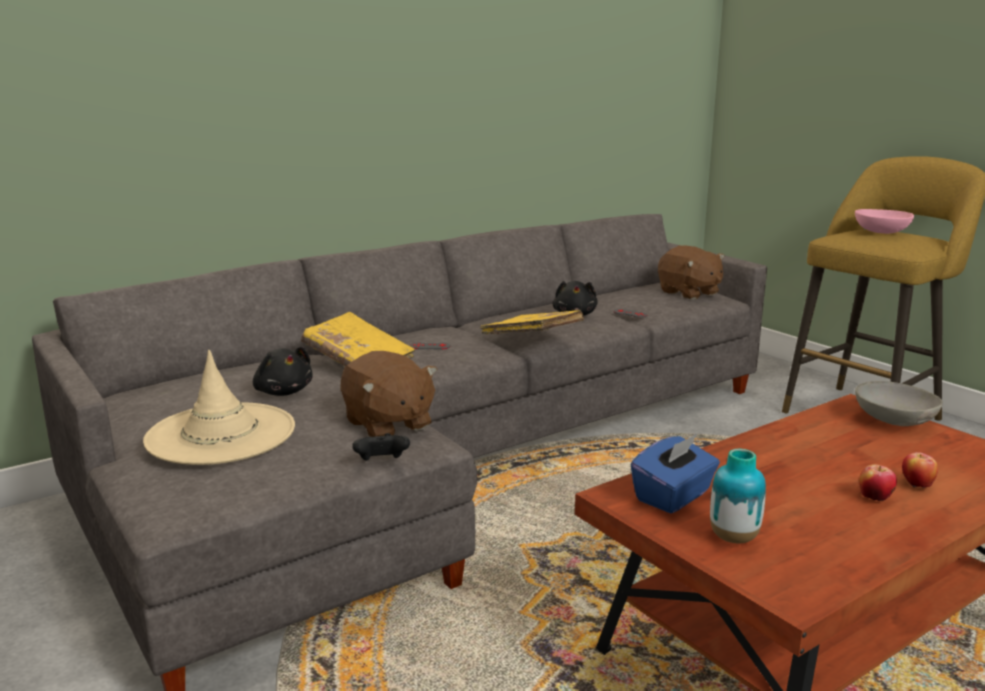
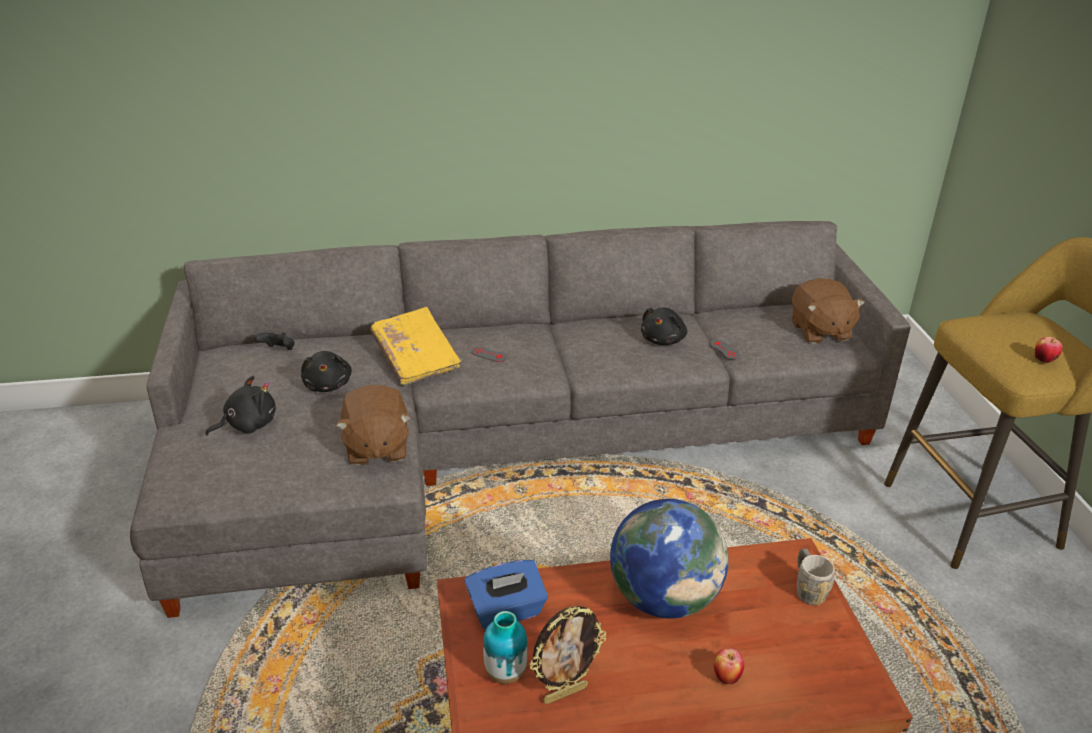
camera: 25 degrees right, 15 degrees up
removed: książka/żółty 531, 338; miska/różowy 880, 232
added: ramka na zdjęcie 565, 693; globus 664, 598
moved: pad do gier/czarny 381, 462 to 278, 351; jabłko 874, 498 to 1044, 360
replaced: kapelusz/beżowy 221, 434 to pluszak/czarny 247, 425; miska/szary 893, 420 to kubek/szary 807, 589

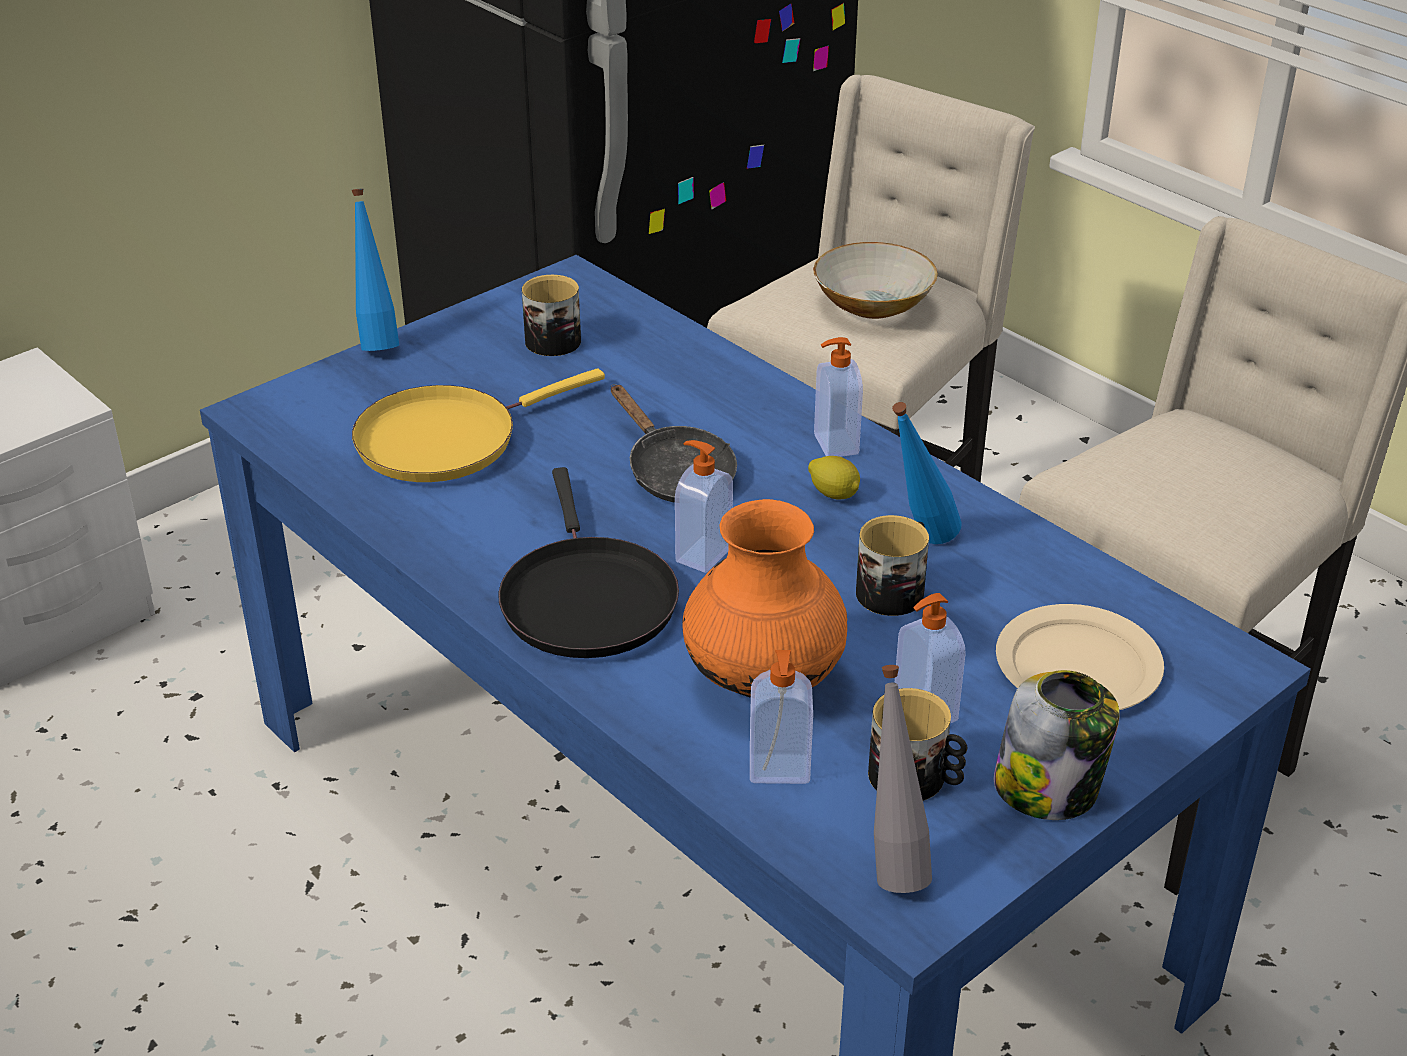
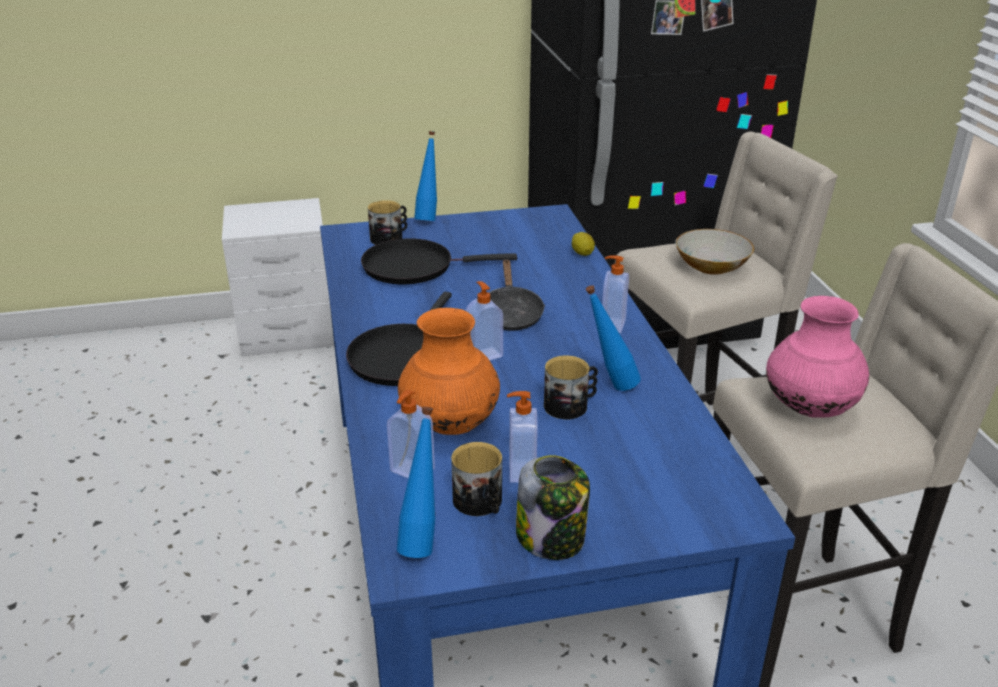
camera: 30 degrees right, 5 degrees down
removed: talerz/beżowy 1077, 666
added: wazon/różowy 809, 409
moved: kubek 556, 338 to 390, 238; cytryna 834, 494 to 582, 253
recoloured: patelnia/żółty 445, 439 to patelnia/czarny 414, 267; butelka/szary 893, 863 to butelka/niebieski 422, 540

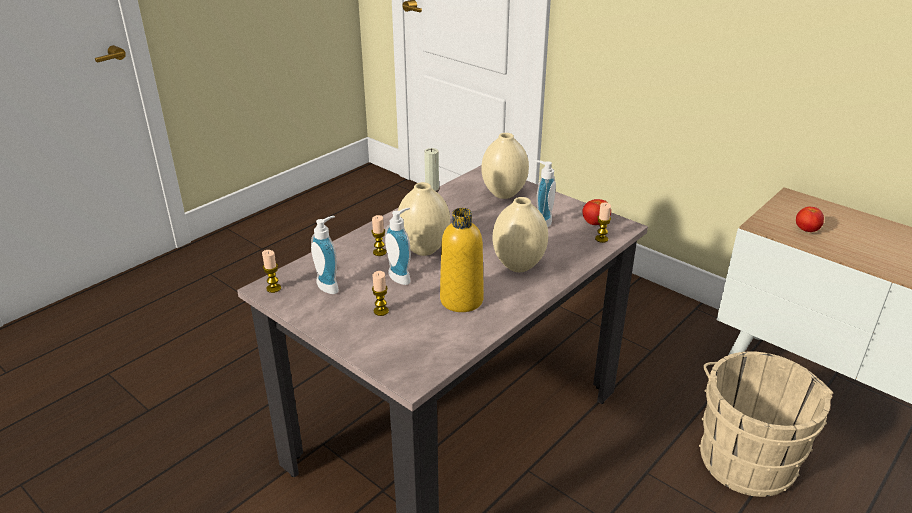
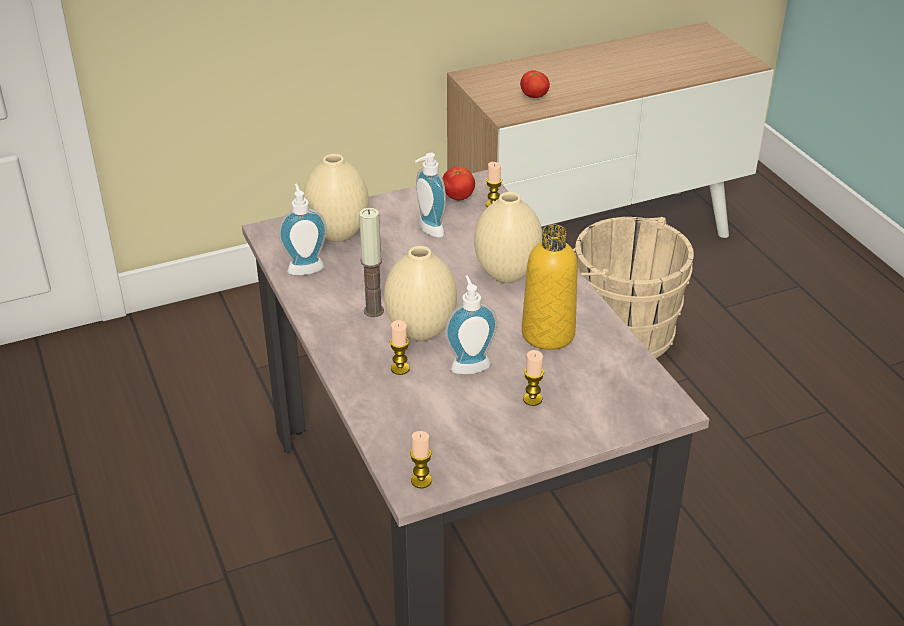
camera: 65 degrees left, 5 degrees up
moved: dozownik mydła 330, 285 to 305, 267

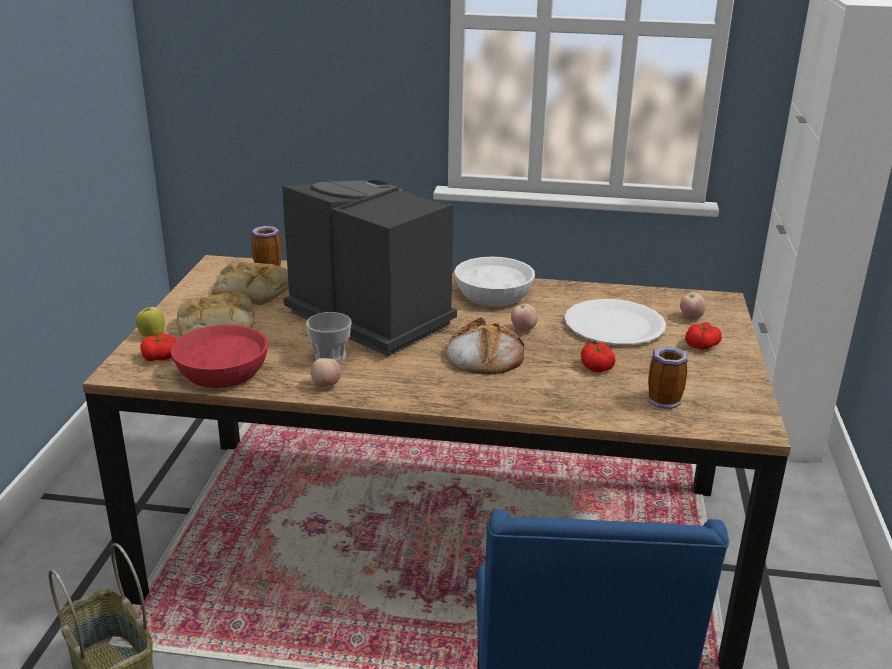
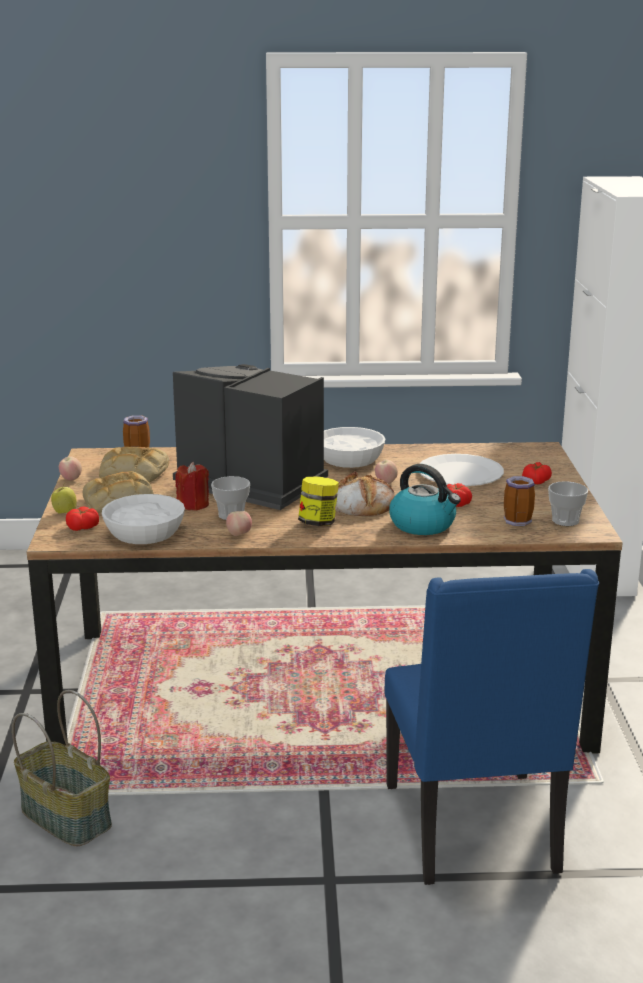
camera: 10 degrees left, 5 degrees down
added: świeca/czerwony 193, 505; słoik 318, 523; czajnik 423, 525; filiżanka 565, 520
moved: jabłko 691, 318 to 71, 479
recoloured: miska/czerwony 222, 372 to miska/biały 144, 533

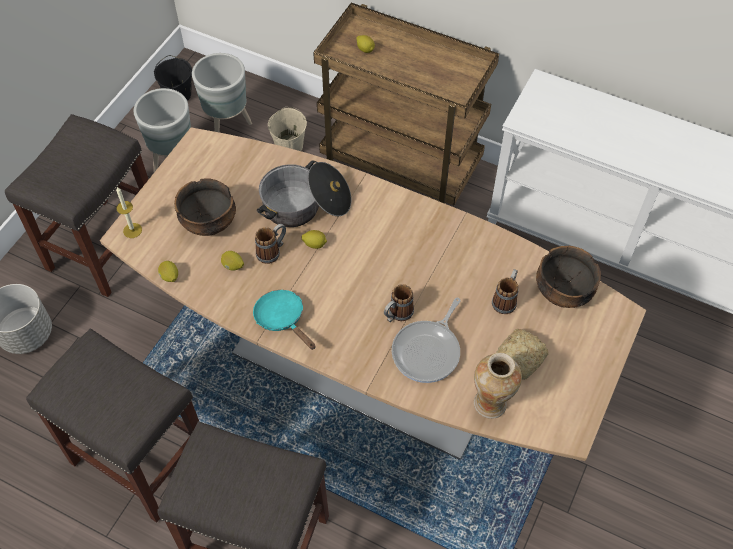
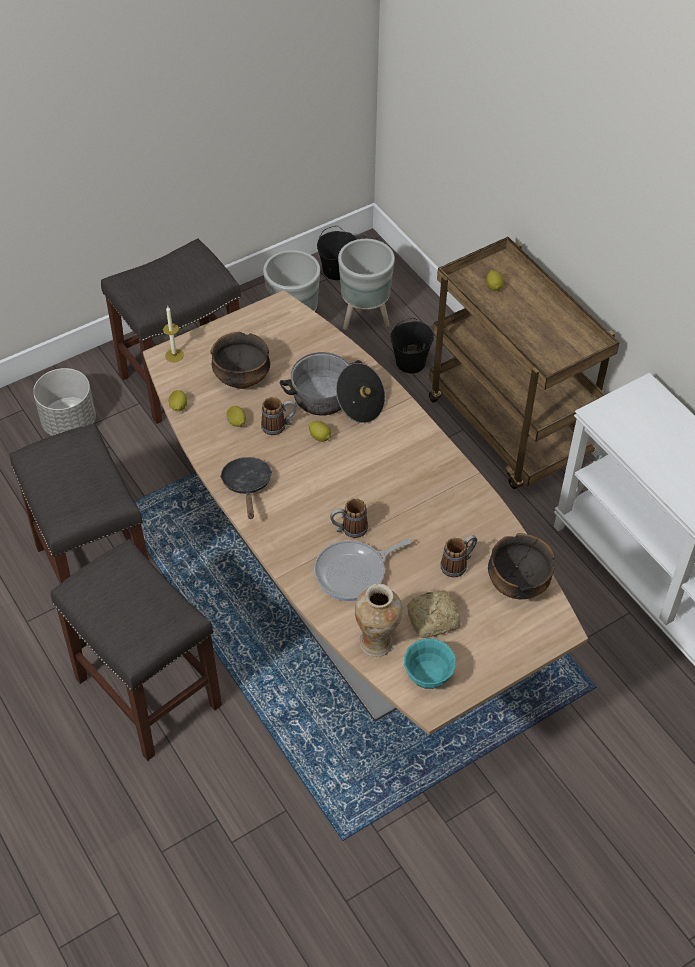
camera: 30 degrees right, 5 degrees down
added: miska/turkusowy 428, 676
recoloured: patelnia/turkusowy 282, 319 to patelnia/czarny 247, 485; wiadro/beżowy 289, 146 to wiadro/czarny 410, 362

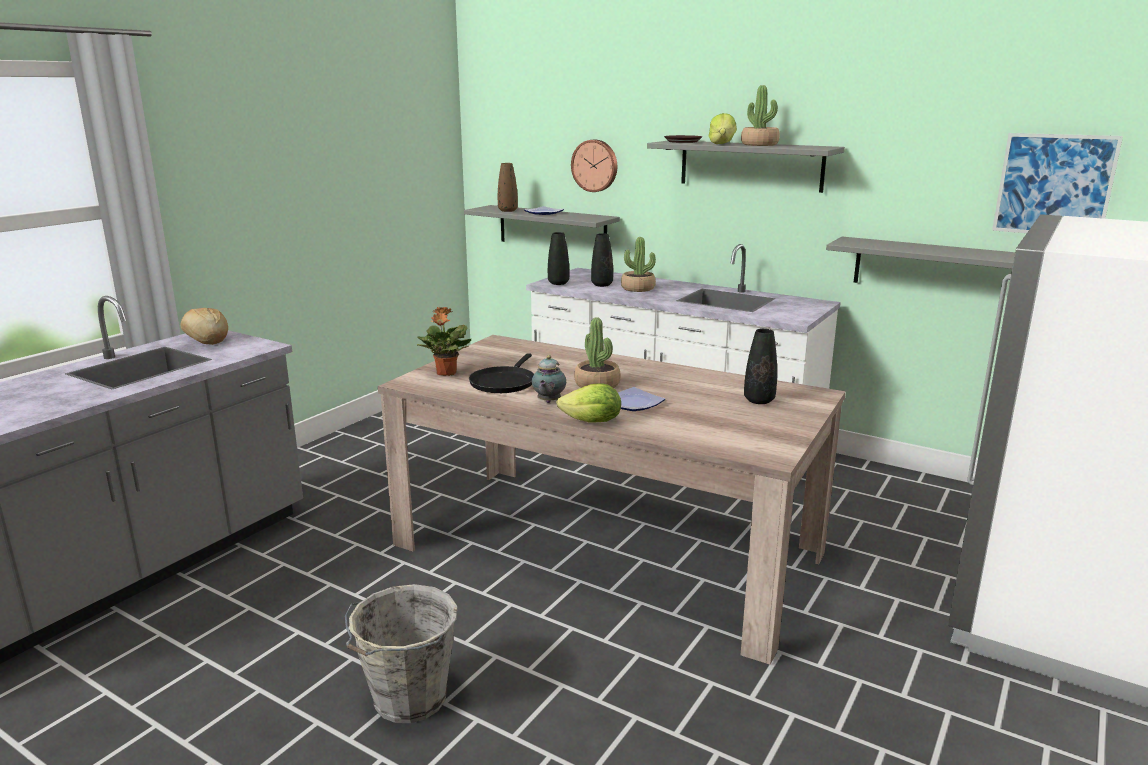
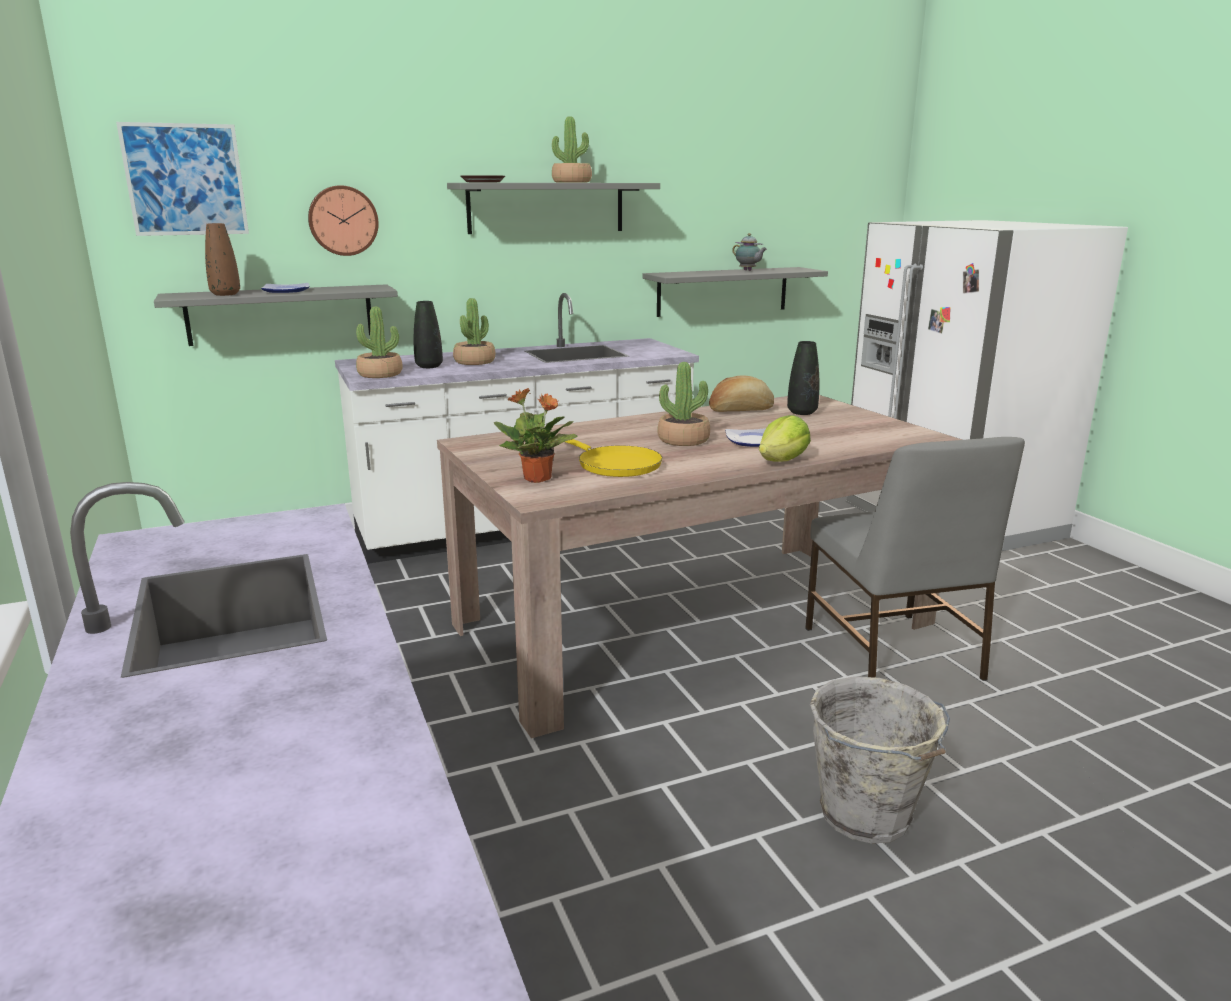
camera: 55 degrees left, 0 degrees up
removed: sałata 722, 144
added: krzesło/szary 891, 655
moved: obraz 1054, 185 to 185, 180; chleb 205, 340 to 740, 410; imbryk 548, 402 to 748, 270
replaced: wazon/czarny 558, 283 to roślina doniczkowa 380, 374
recoloured: patelnia/czarny 504, 382 to patelnia/żółty 615, 465

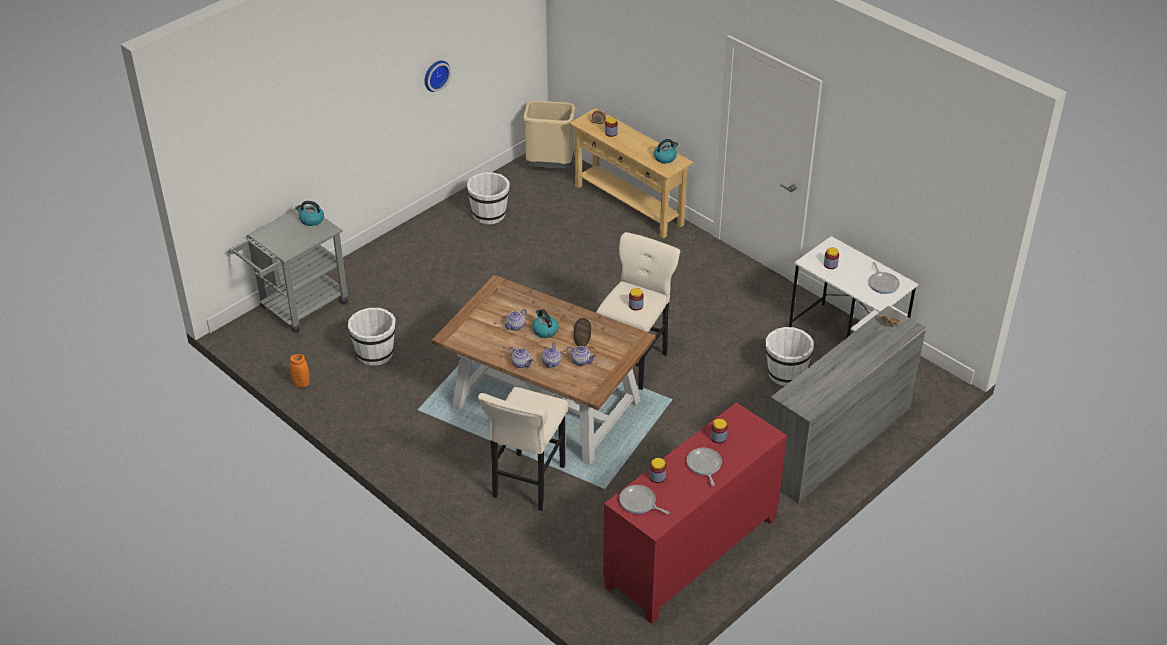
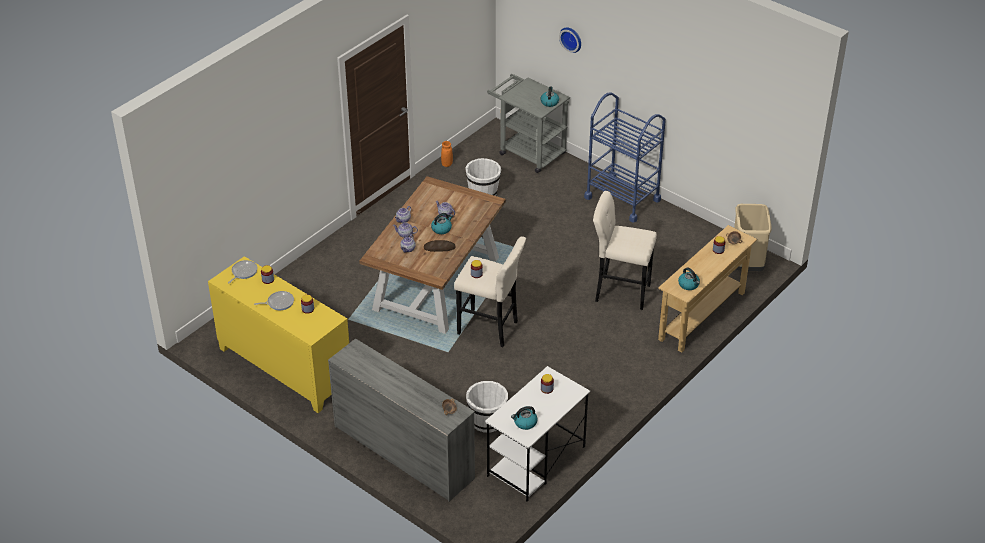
camera: 85 degrees right, 0 degrees up
removed: wiadro/biały 489, 214
added: wózek/niebieski 622, 198
moved: zegar ścienny 435, 75 to 571, 39; stołek/beżowy 527, 484 to 619, 292
replaced: patelnia 883, 283 to czajnik 525, 423
recoloured: szafka/czerwony 692, 553 to szafka/żółty 284, 367

